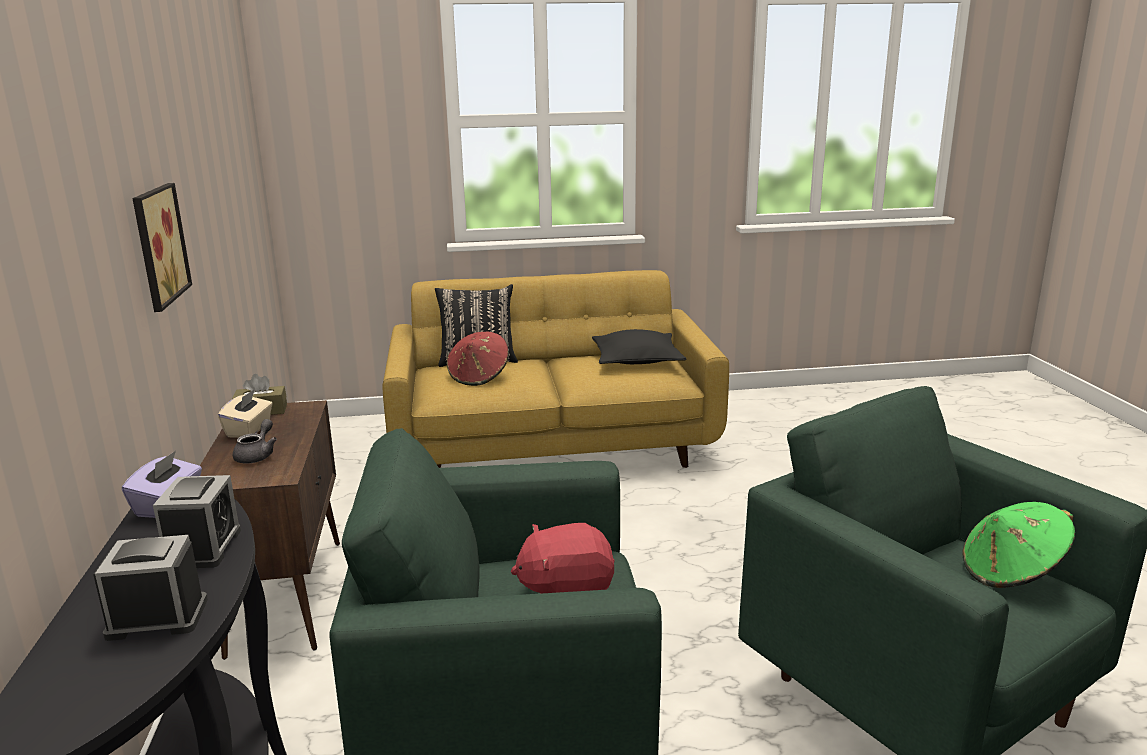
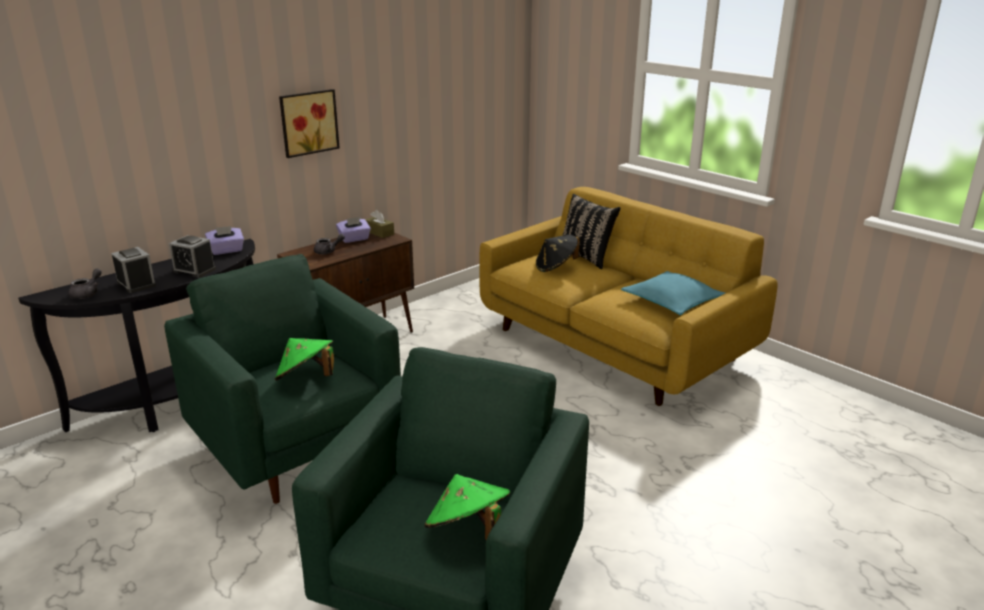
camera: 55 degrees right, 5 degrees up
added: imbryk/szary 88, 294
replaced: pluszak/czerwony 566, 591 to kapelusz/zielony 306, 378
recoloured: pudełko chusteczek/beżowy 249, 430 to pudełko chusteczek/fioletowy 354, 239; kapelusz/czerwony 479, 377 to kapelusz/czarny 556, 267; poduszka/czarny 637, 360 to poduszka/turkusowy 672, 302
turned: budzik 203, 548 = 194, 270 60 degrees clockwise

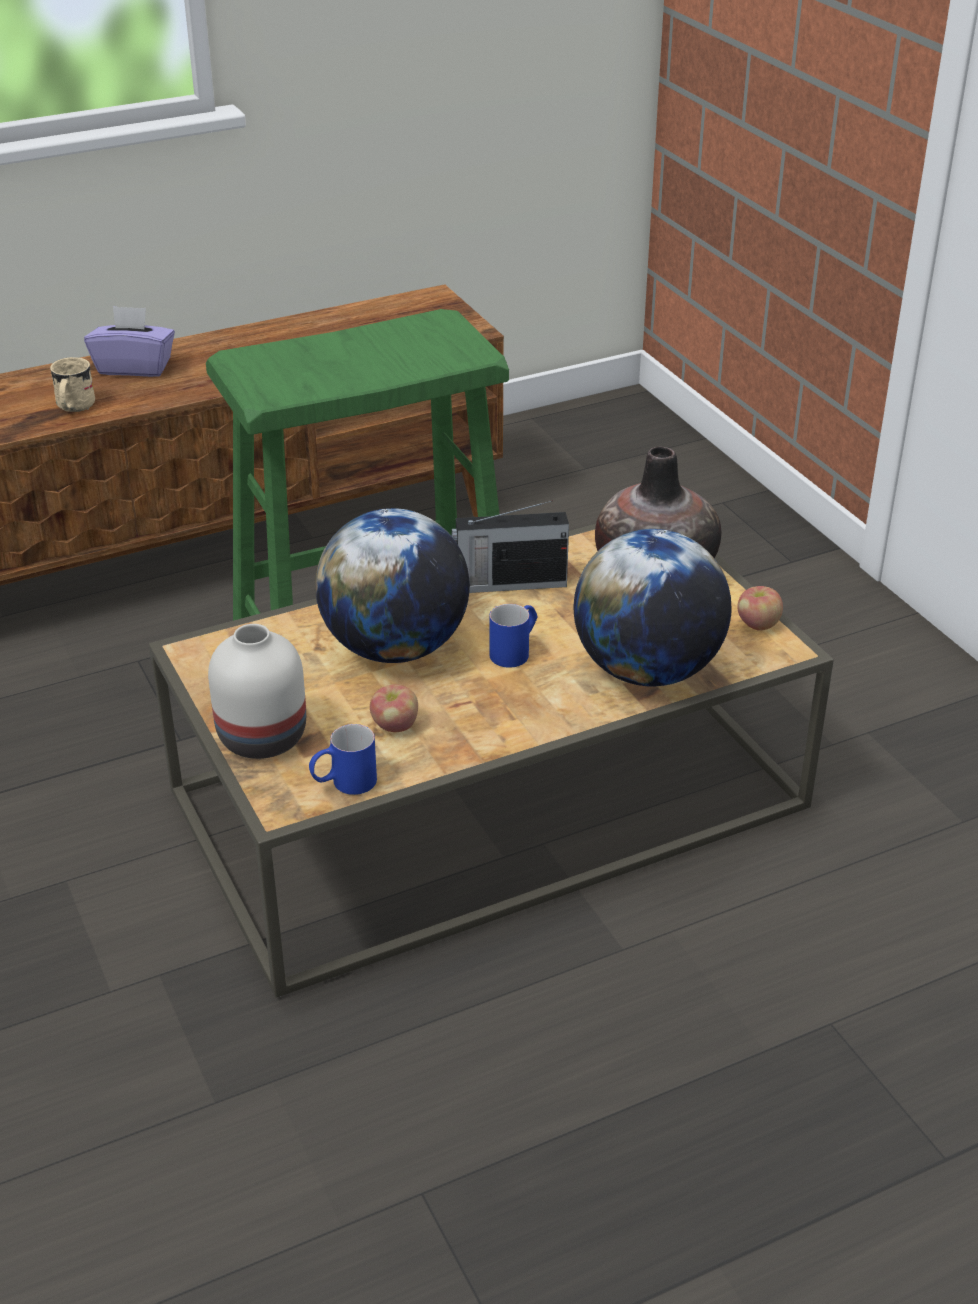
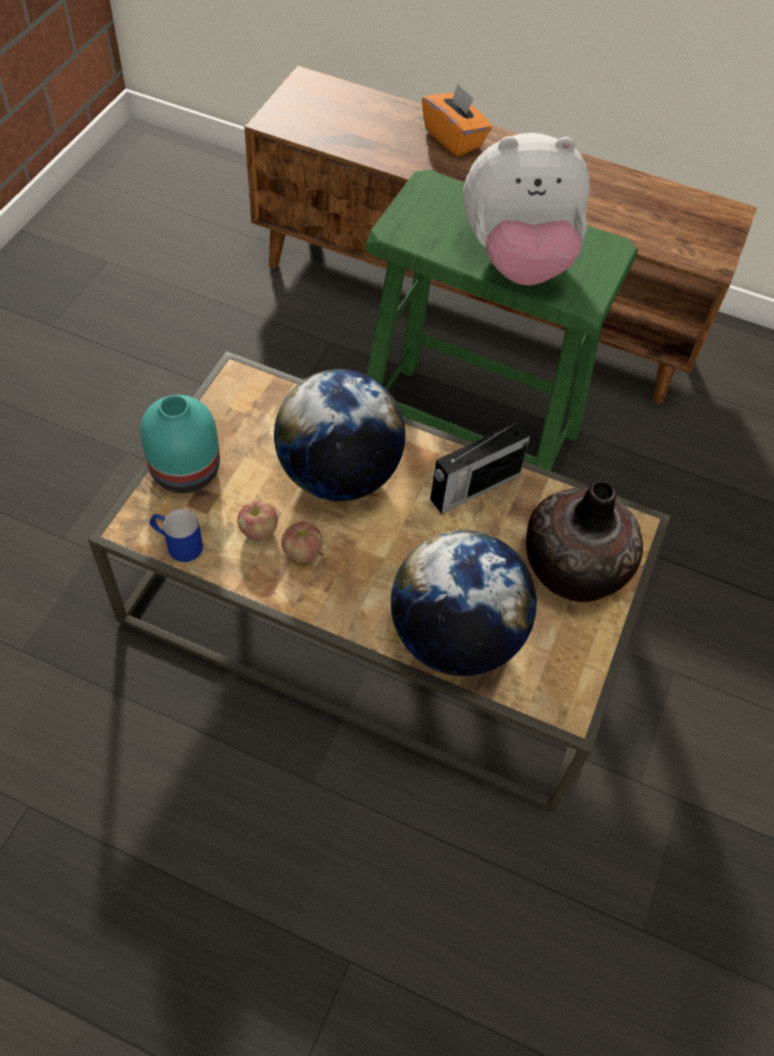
camera: 45 degrees right, 20 degrees up
removed: kubek/beżowy 73, 407; kubek/niebieski 515, 651
added: pluszak 517, 261
moved: jabłko 758, 624 to 302, 552
recoloured: wazon/biały 262, 739 to wazon/turkusowy 184, 472; pudełko chusteczek/fioletowy 134, 367 to pudełko chusteczek/pomarańczowy 454, 138
turned: radio 509, 583 = 473, 487 75 degrees counterclockwise

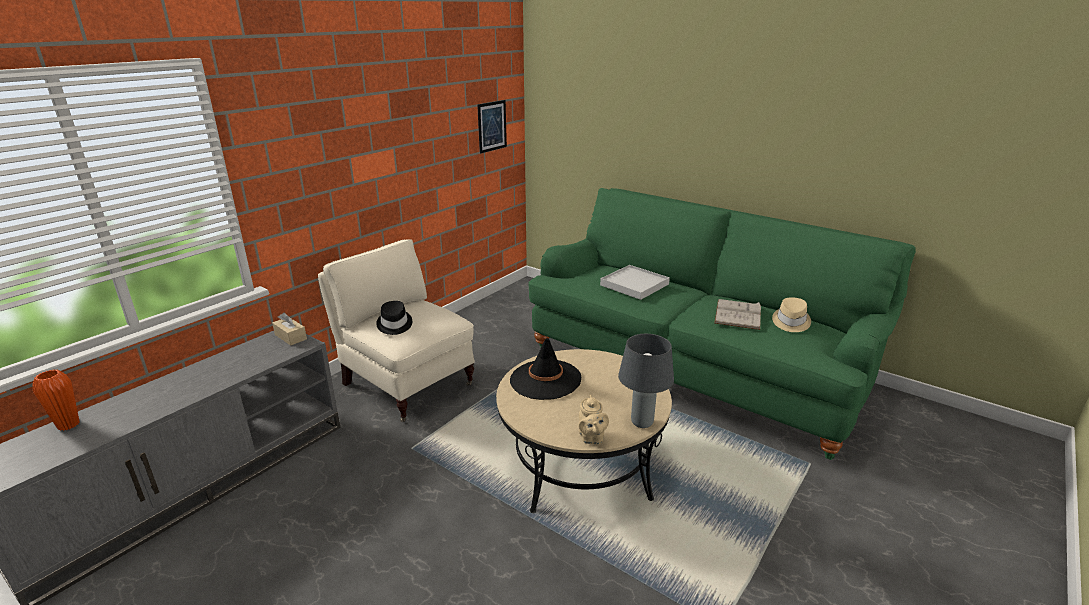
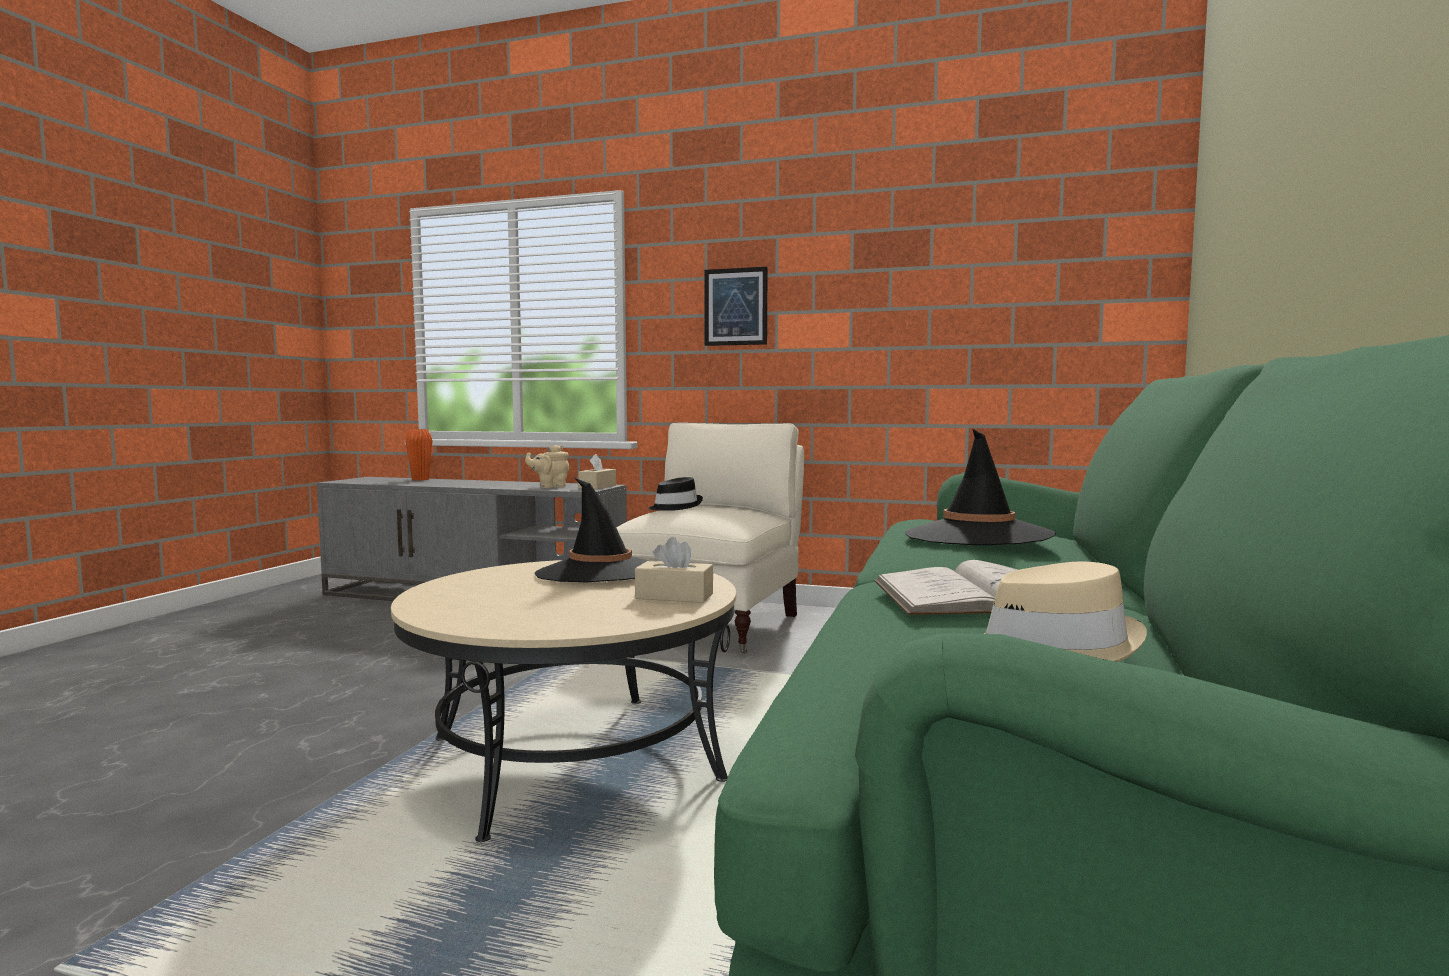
camera: 70 degrees right, 20 degrees down
removed: lampa stołowa/szary 642, 422
added: pudełko chusteczek/beżowy 674, 596
moved: imbryk/beżowy 591, 438 to 550, 486; obraz 492, 126 to 735, 307
replaced: taca/biały 634, 284 to kapelusz/czarny 977, 536

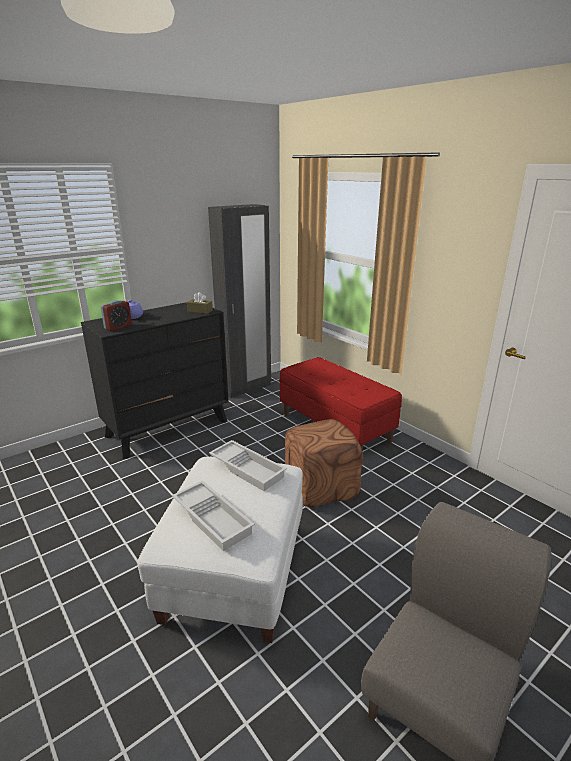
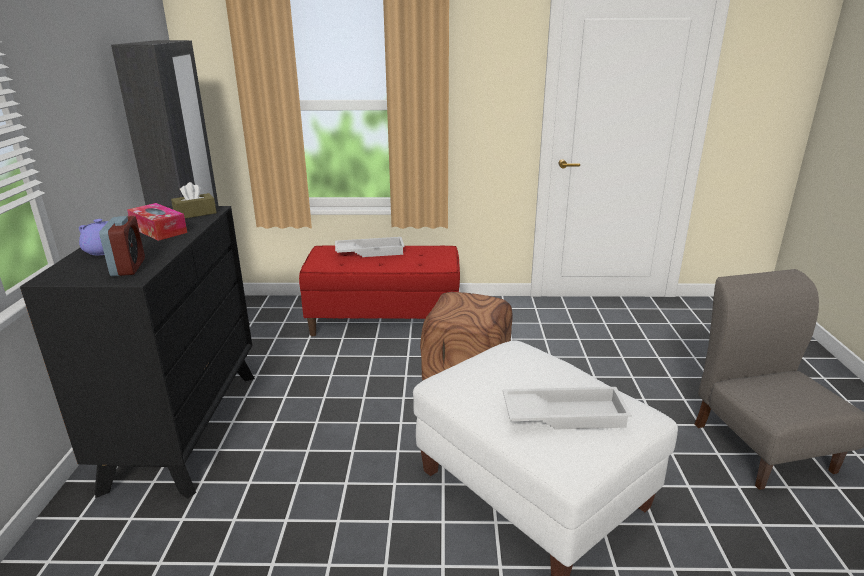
camera: 50 degrees left, 0 degrees up
added: pudełko chusteczek 159, 230
moved: taca/biały 248, 468 to 370, 251

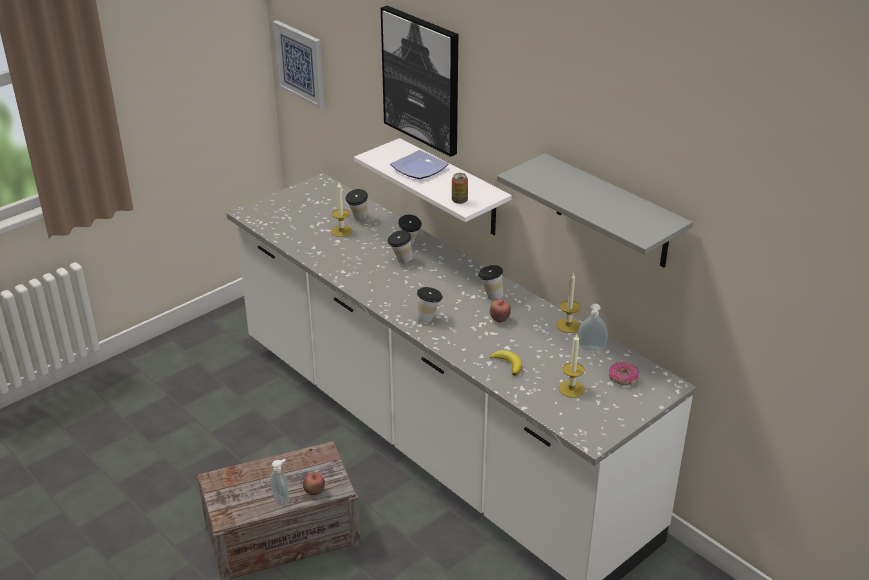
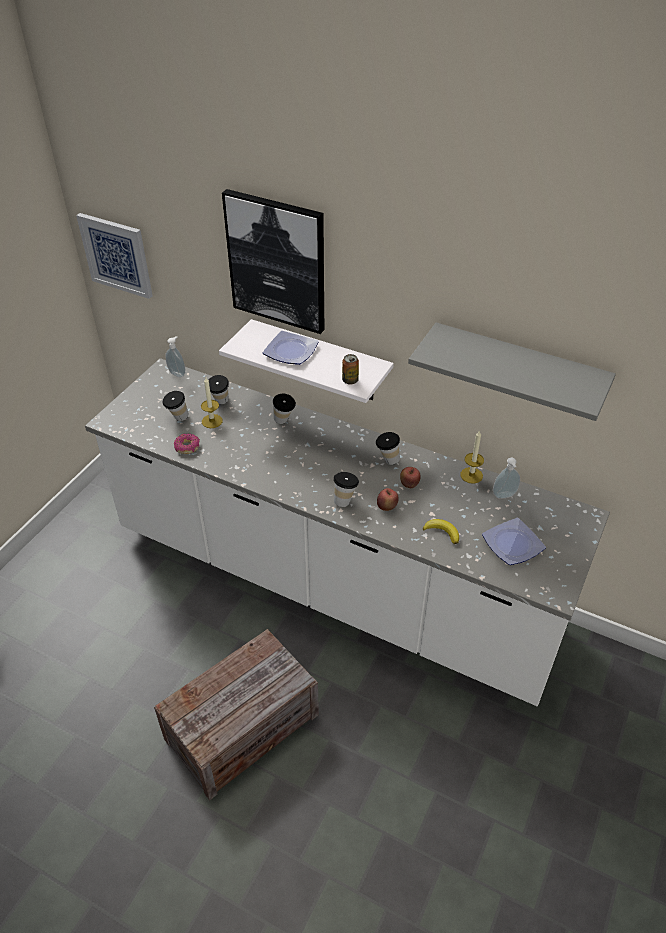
camera: 20 degrees left, 10 degrees up
moved: filiżanka 400, 261 to 177, 419; dozownik mydła 282, 500 to 178, 373; donut 623, 378 to 187, 447; jabłko 314, 492 to 387, 507
replaced: świeca 571, 389 to talerz 511, 544

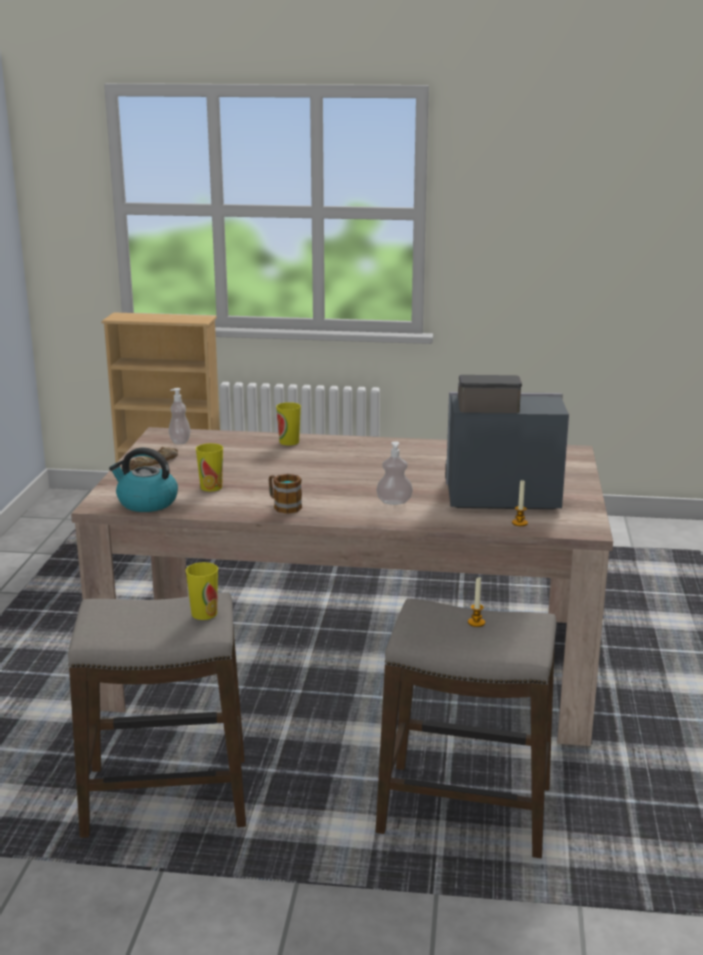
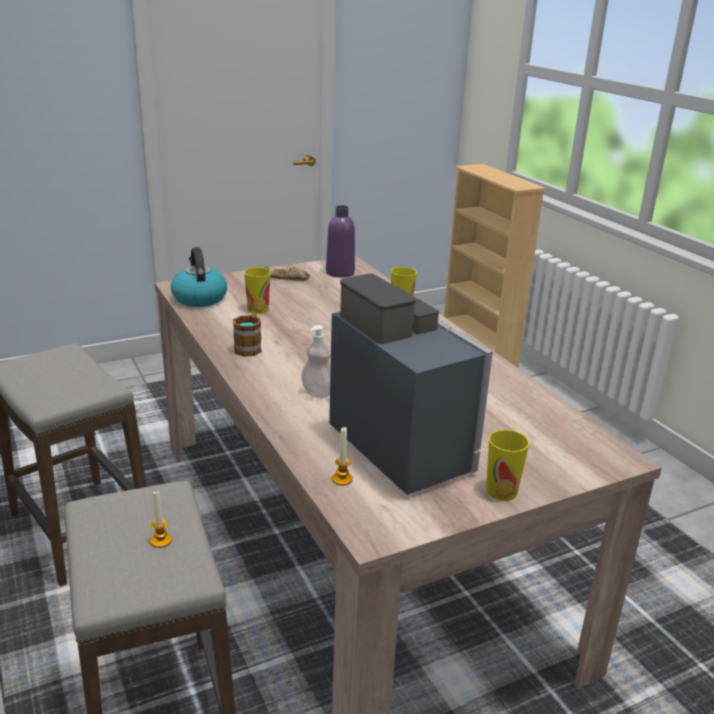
camera: 55 degrees right, 5 degrees up
moved: filiżanka 204, 613 to 501, 491
replaced: dozownik mydła 180, 441 to butelka/fioletowy 340, 272

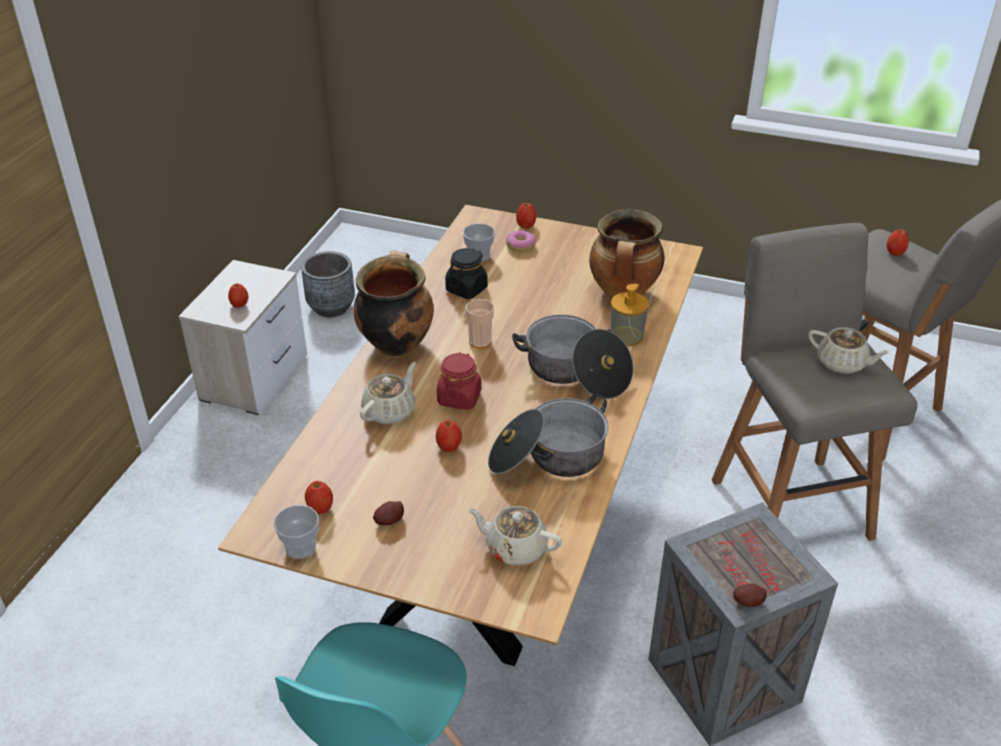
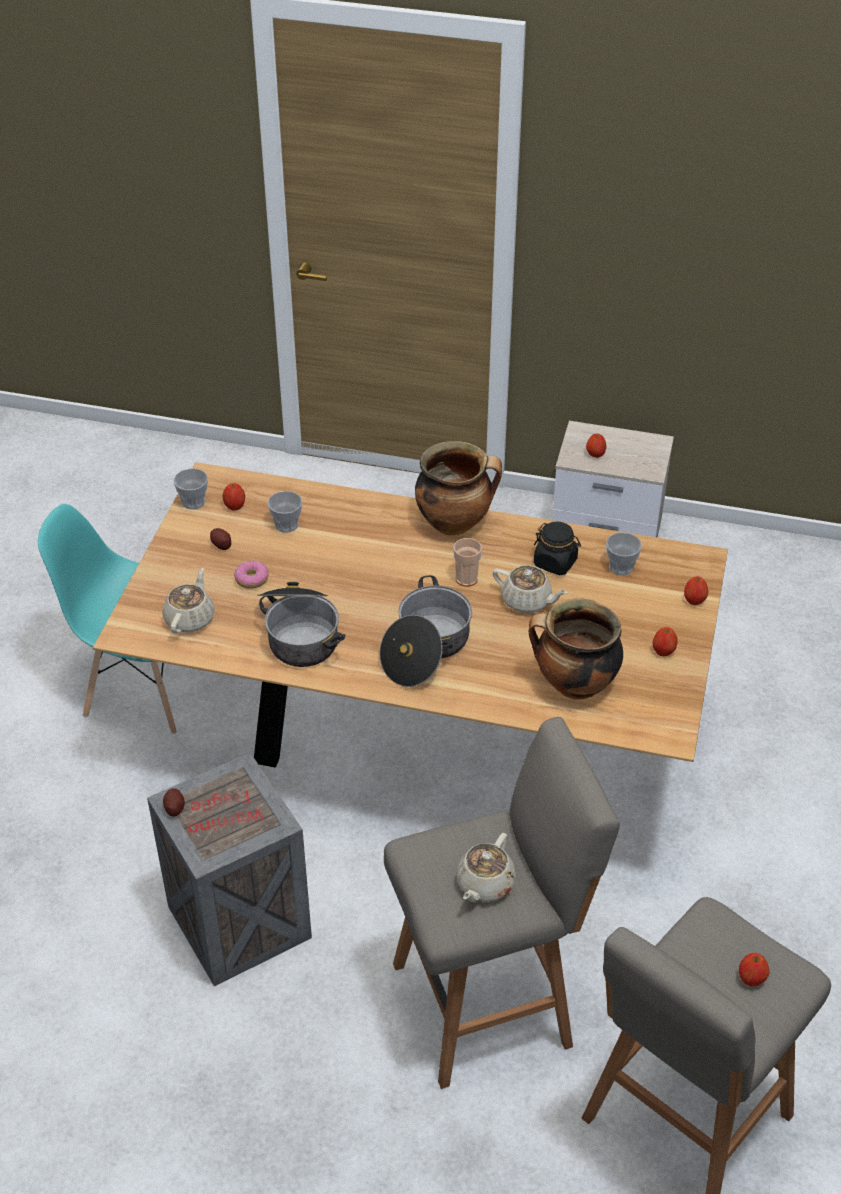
camera: 85 degrees right, 5 degrees up
removed: donica/szary 331, 307; słoik/czerwony 459, 398; dozownik mydła 626, 336
added: filiżanka 286, 525
moved: donut 521, 246 to 251, 579; imbryk/beżowy 390, 411 to 527, 601; jabłko 449, 447 to 663, 651

